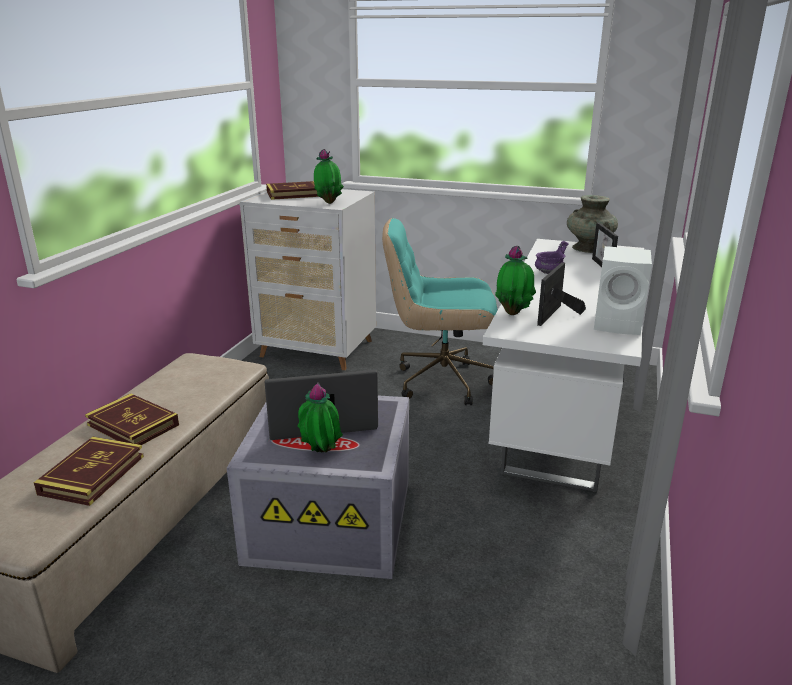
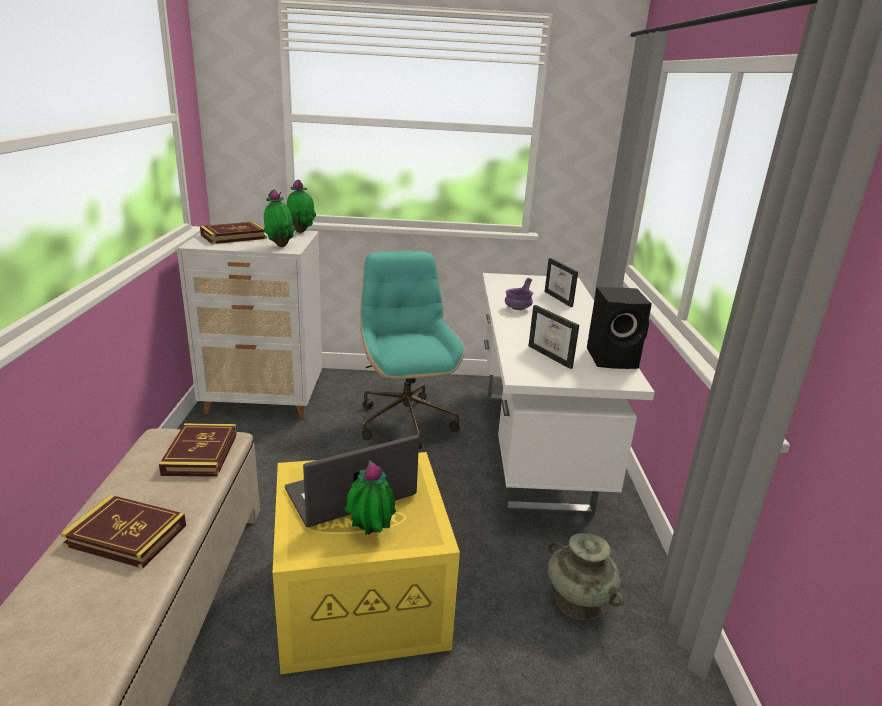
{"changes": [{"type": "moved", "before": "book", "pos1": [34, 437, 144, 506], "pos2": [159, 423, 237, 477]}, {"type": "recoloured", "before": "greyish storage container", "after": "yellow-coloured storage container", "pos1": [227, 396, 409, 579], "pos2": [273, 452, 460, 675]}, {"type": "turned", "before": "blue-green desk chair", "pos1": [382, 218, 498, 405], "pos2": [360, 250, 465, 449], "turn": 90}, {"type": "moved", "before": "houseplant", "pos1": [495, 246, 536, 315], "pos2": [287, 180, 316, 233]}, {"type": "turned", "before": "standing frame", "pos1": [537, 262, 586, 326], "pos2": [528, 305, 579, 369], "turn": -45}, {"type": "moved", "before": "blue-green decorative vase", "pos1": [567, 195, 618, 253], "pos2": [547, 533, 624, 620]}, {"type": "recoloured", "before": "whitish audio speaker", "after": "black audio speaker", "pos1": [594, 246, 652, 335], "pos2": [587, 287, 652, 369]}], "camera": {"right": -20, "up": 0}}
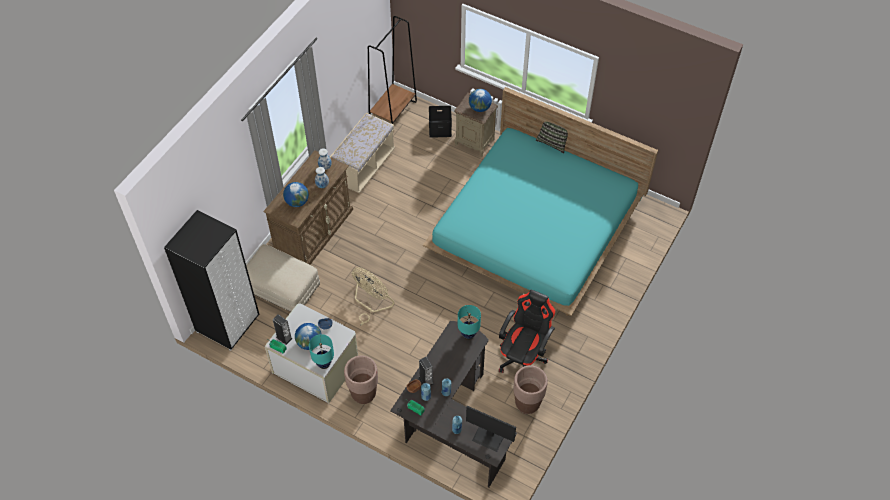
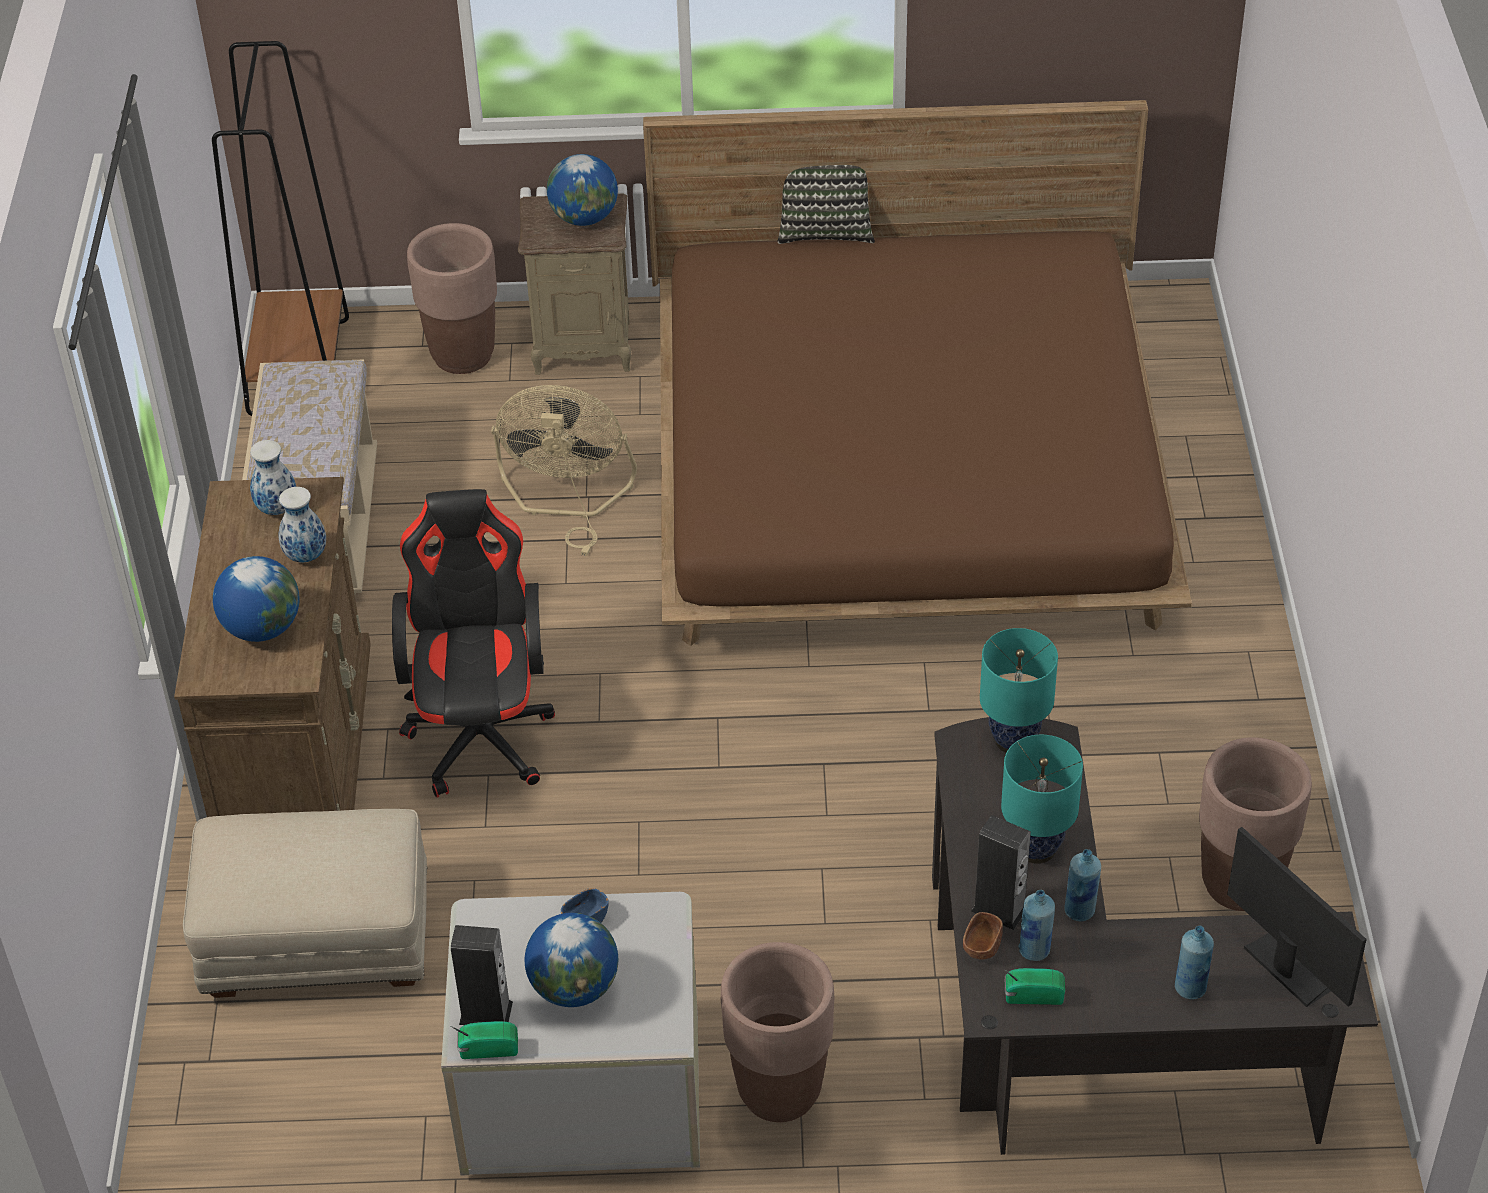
{"changes": [{"type": "removed", "before": "wardrobe", "pos1": [164, 210, 259, 351]}, {"type": "moved", "before": "blue-green tabletop lamp", "pos1": [309, 334, 334, 369], "pos2": [1001, 735, 1083, 864]}, {"type": "moved", "before": "sand-coloured electric fan", "pos1": [351, 267, 395, 325], "pos2": [491, 385, 637, 556]}, {"type": "recoloured", "before": "blue-green bed", "after": "brown-coloured bed", "pos1": [423, 87, 658, 316], "pos2": [643, 100, 1192, 646]}, {"type": "replaced", "before": "black storage container", "after": "brown-coloured planter", "pos1": [429, 106, 452, 138], "pos2": [407, 223, 497, 374]}, {"type": "turned", "before": "computer screen", "pos1": [466, 406, 516, 452], "pos2": [1227, 827, 1367, 1007], "turn": -120}, {"type": "moved", "before": "black desk chair", "pos1": [499, 290, 555, 373], "pos2": [392, 489, 555, 798]}], "camera": {"right": -30, "up": -10}}
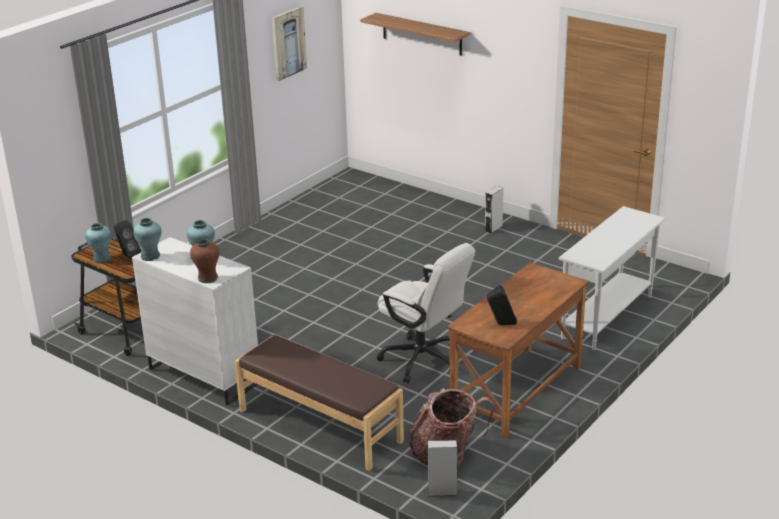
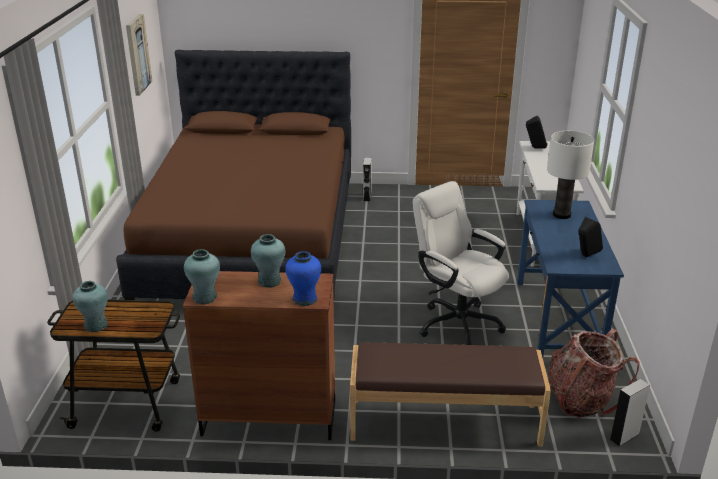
{"changes": [{"type": "moved", "before": "black audio speaker", "pos1": [114, 220, 141, 259], "pos2": [526, 115, 548, 149]}, {"type": "recoloured", "before": "whitish dresser", "after": "brown-coloured dresser", "pos1": [132, 237, 258, 406], "pos2": [183, 271, 335, 440]}, {"type": "recoloured", "before": "brown-coloured decorative vase", "after": "blue-coloured decorative vase", "pos1": [190, 239, 219, 283], "pos2": [285, 251, 321, 306]}, {"type": "removed", "before": "wall shelf", "pos1": [360, 13, 470, 56]}, {"type": "turned", "before": "whitish desk chair", "pos1": [376, 243, 475, 383], "pos2": [413, 181, 509, 345], "turn": -135}, {"type": "recoloured", "before": "brown-coloured desk table", "after": "blue-coloured desk table", "pos1": [447, 262, 589, 438], "pos2": [517, 200, 624, 358]}, {"type": "added", "after": "brown-coloured bed", "pos2": [116, 50, 351, 300]}, {"type": "added", "after": "whitish tabletop lamp", "pos2": [547, 131, 594, 219]}], "camera": {"right": -35, "up": 0}}
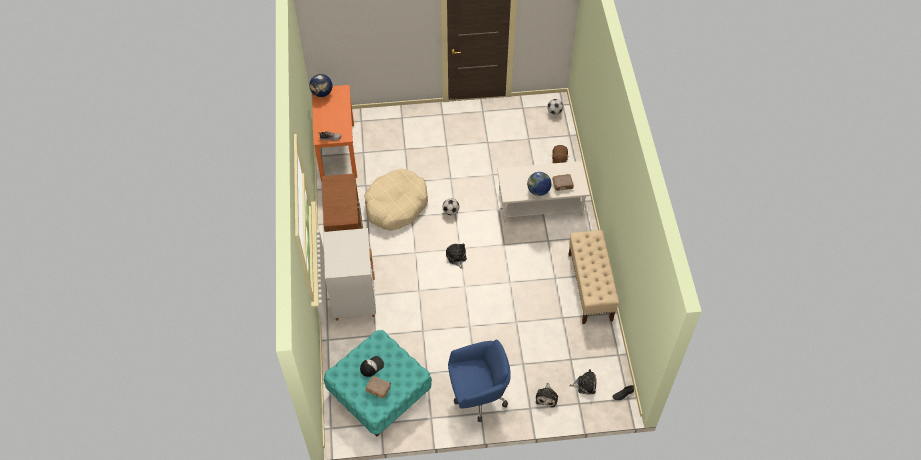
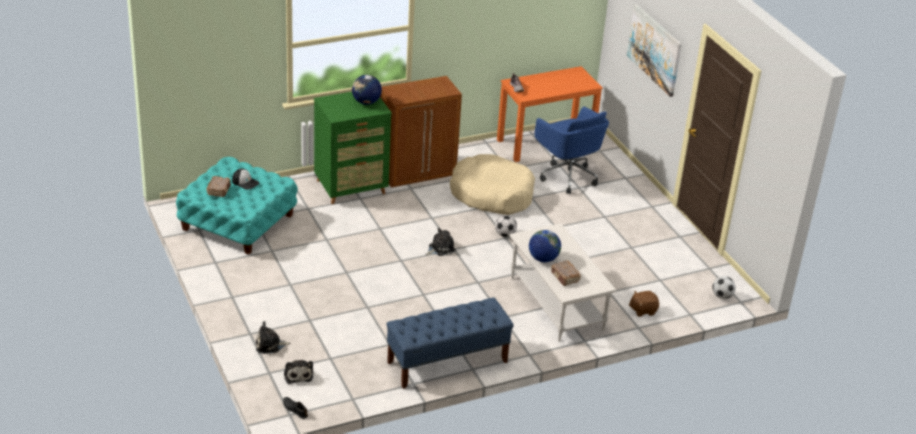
{"changes": [{"type": "moved", "before": "desk globe", "pos1": [309, 74, 332, 97], "pos2": [352, 75, 382, 105]}, {"type": "recoloured", "before": "whitish dresser", "after": "greenish dresser", "pos1": [323, 228, 376, 321], "pos2": [314, 92, 392, 204]}, {"type": "moved", "before": "blue-coloured desk chair", "pos1": [448, 339, 511, 422], "pos2": [535, 106, 609, 194]}, {"type": "recoloured", "before": "sand-coloured bench", "after": "blue-coloured bench", "pos1": [568, 231, 619, 324], "pos2": [386, 297, 514, 389]}, {"type": "added", "after": "wall picture", "pos2": [627, 4, 682, 97]}], "camera": {"right": 70, "up": -20}}
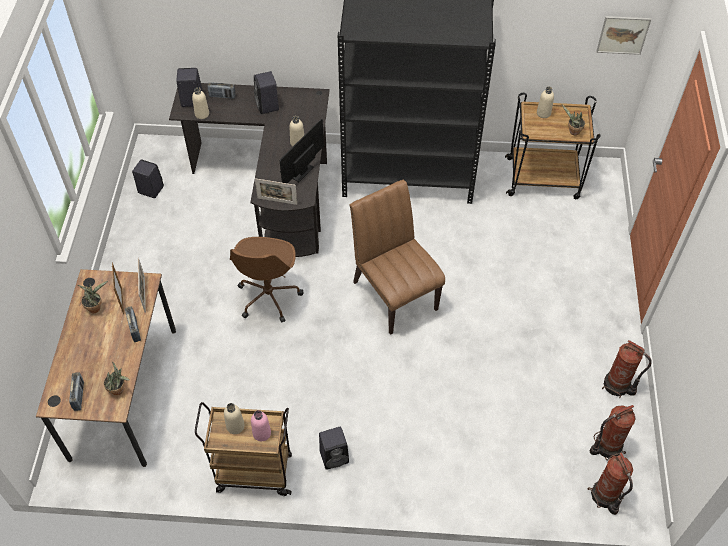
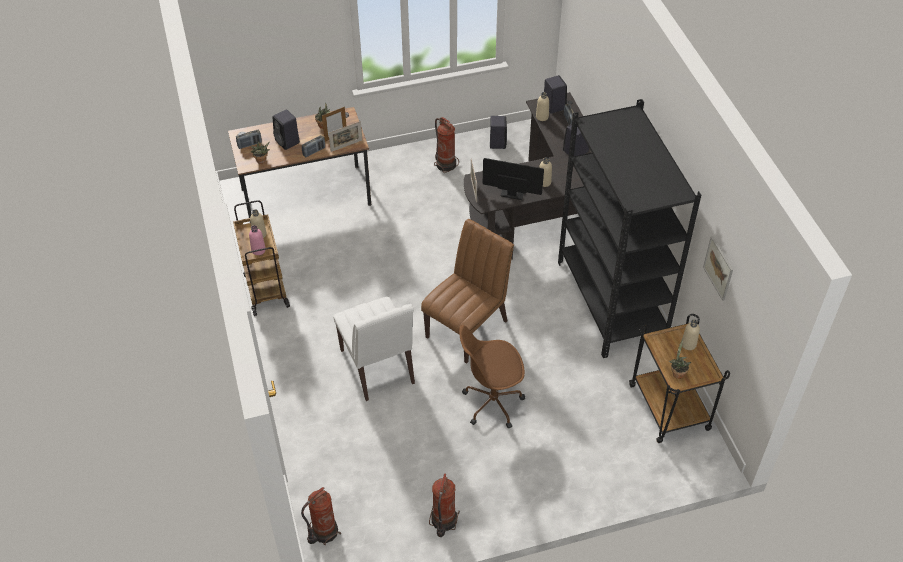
{"changes": [{"type": "moved", "before": "brown-coloured desk chair", "pos1": [230, 237, 304, 323], "pos2": [459, 325, 525, 428]}, {"type": "moved", "before": "black audio speaker", "pos1": [319, 427, 349, 470], "pos2": [272, 109, 300, 150]}, {"type": "moved", "before": "extinguisher", "pos1": [590, 405, 636, 461], "pos2": [434, 117, 459, 173]}, {"type": "moved", "before": "wall picture", "pos1": [596, 16, 651, 55], "pos2": [703, 236, 733, 301]}, {"type": "added", "after": "whitish plain chair", "pos2": [333, 297, 415, 401]}], "camera": {"right": 70, "up": -5}}
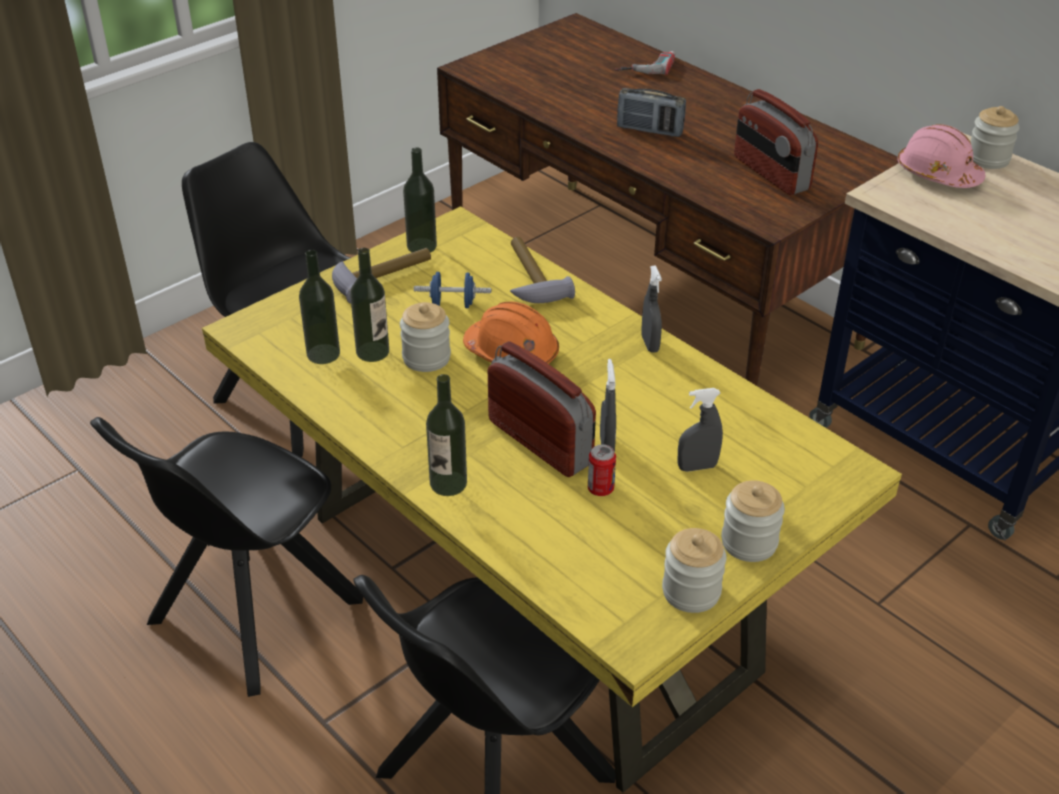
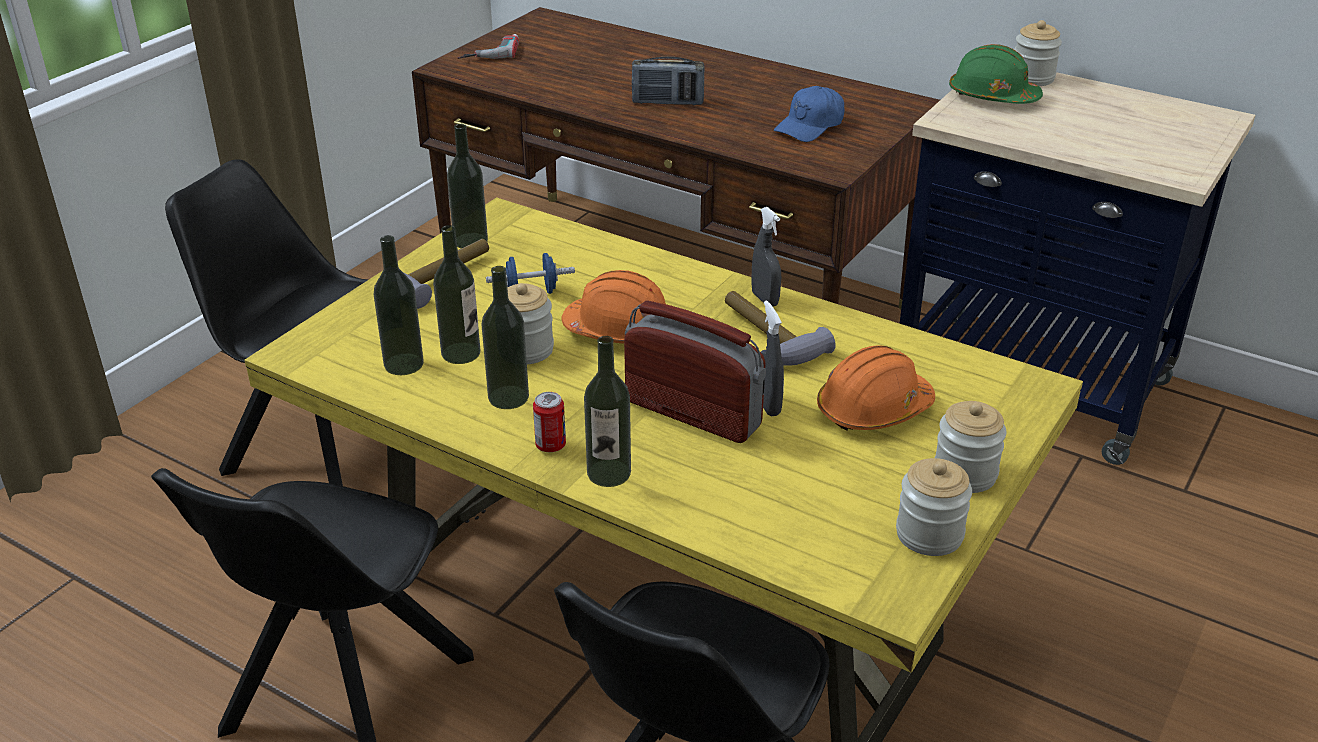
{"changes": [{"type": "moved", "before": "hand hammer", "pos1": [510, 237, 575, 303], "pos2": [725, 291, 836, 366]}, {"type": "moved", "before": "metal can", "pos1": [588, 444, 616, 496], "pos2": [533, 392, 566, 452]}, {"type": "moved", "before": "drill", "pos1": [615, 51, 675, 75], "pos2": [457, 34, 519, 59]}, {"type": "replaced", "before": "greyish spray bottle", "after": "orangey hard hat", "pos1": [678, 388, 723, 472], "pos2": [817, 345, 935, 431]}, {"type": "replaced", "before": "radio", "after": "blue-coloured cap", "pos1": [734, 89, 818, 195], "pos2": [774, 86, 844, 142]}, {"type": "recoloured", "before": "pink-coloured hard hat", "after": "greenish hard hat", "pos1": [897, 124, 985, 188], "pos2": [949, 44, 1043, 104]}, {"type": "added", "after": "drink bottle", "pos2": [482, 266, 529, 409]}], "camera": {"right": -15, "up": -5}}
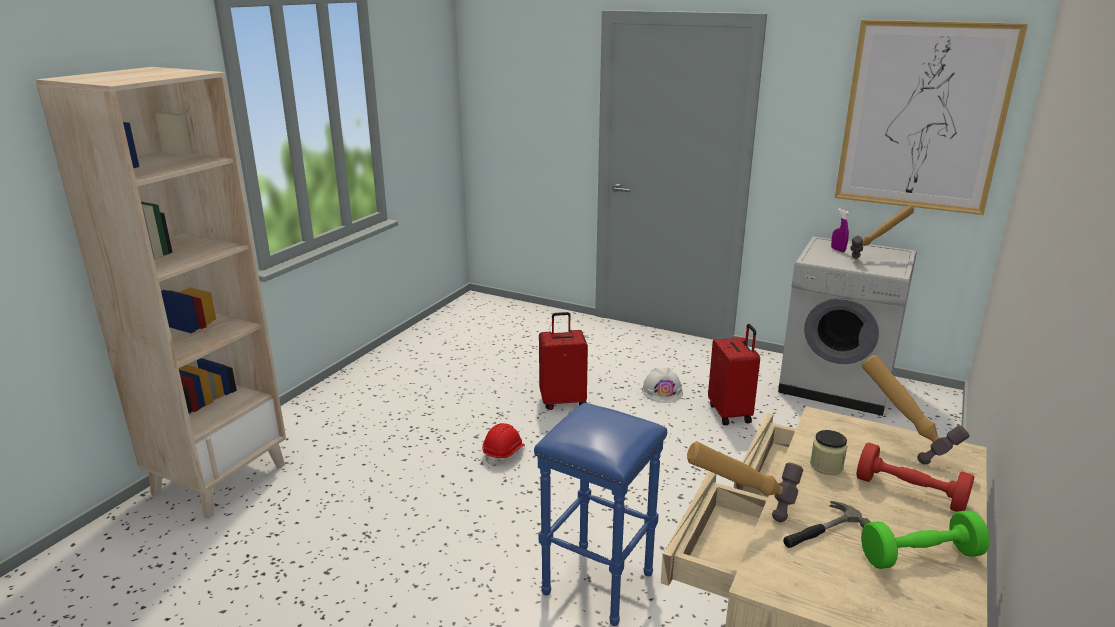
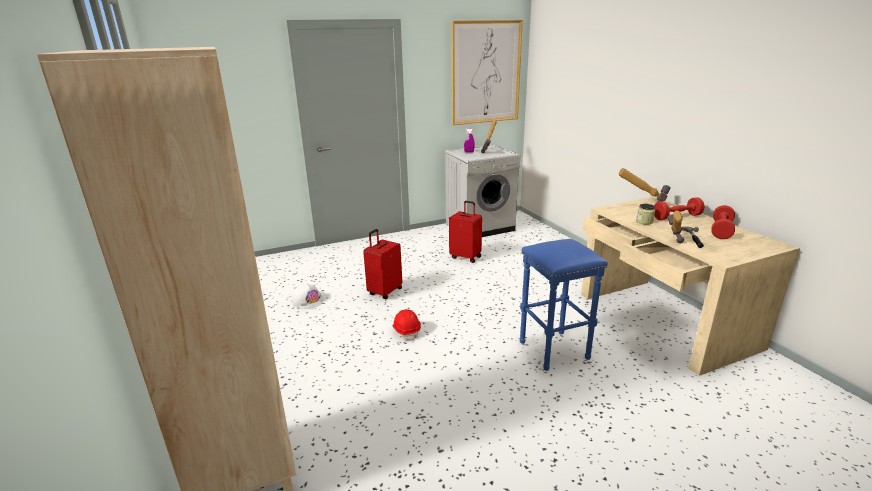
{"changes": [{"type": "moved", "before": "whitish hard hat", "pos1": [642, 367, 683, 403], "pos2": [292, 282, 324, 309]}, {"type": "recoloured", "before": "greenish hand weight", "after": "reddish hand weight", "pos1": [861, 510, 990, 569], "pos2": [712, 205, 735, 239]}], "camera": {"right": -50, "up": 0}}
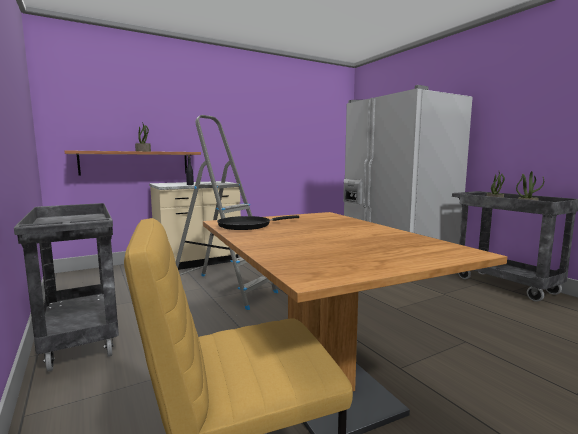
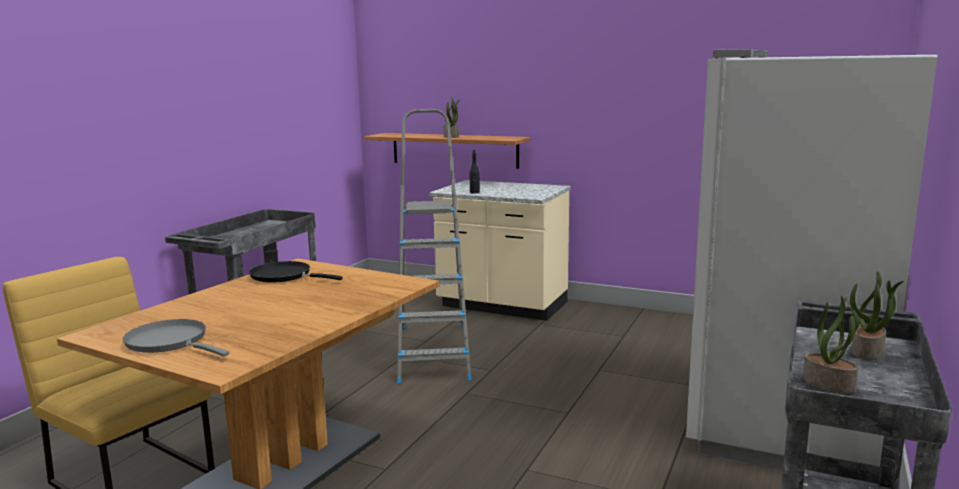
{"changes": [{"type": "added", "after": "greyish skillet", "pos2": [123, 319, 229, 357]}], "camera": {"right": 55, "up": 5}}
